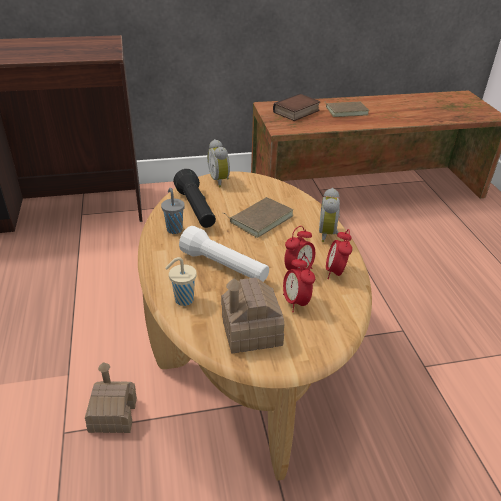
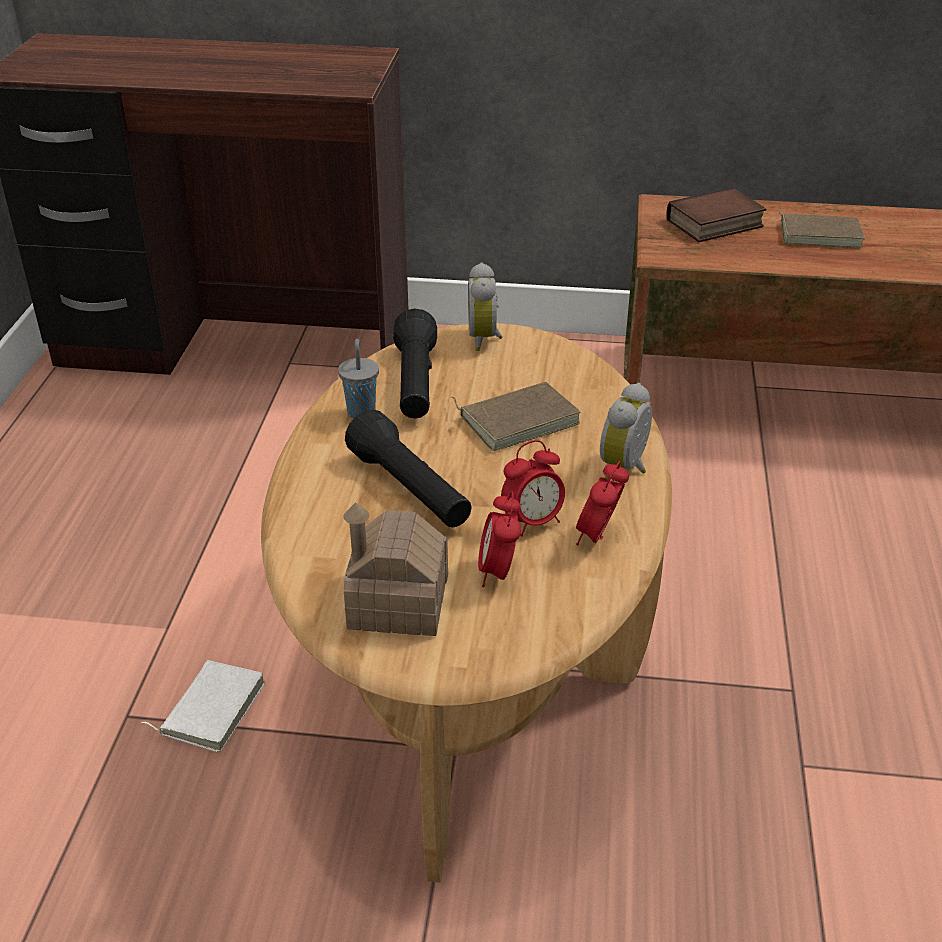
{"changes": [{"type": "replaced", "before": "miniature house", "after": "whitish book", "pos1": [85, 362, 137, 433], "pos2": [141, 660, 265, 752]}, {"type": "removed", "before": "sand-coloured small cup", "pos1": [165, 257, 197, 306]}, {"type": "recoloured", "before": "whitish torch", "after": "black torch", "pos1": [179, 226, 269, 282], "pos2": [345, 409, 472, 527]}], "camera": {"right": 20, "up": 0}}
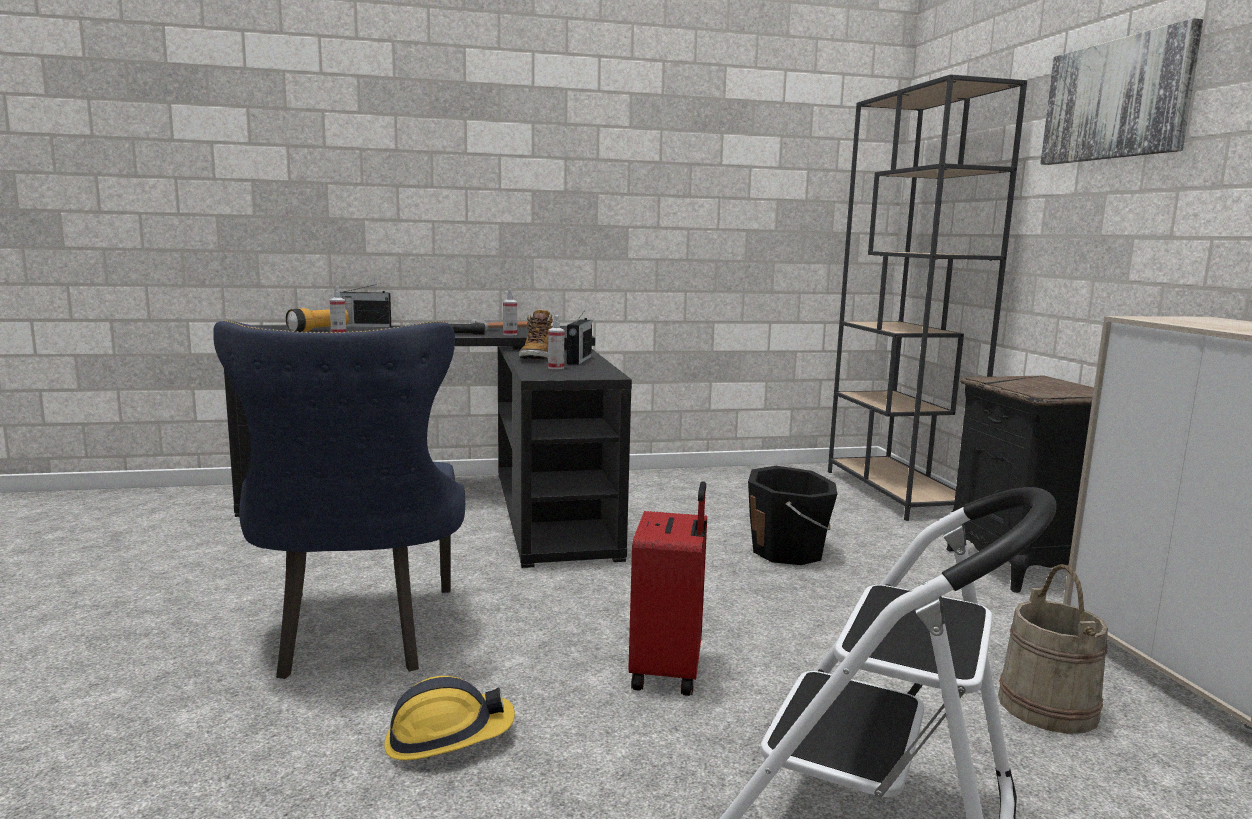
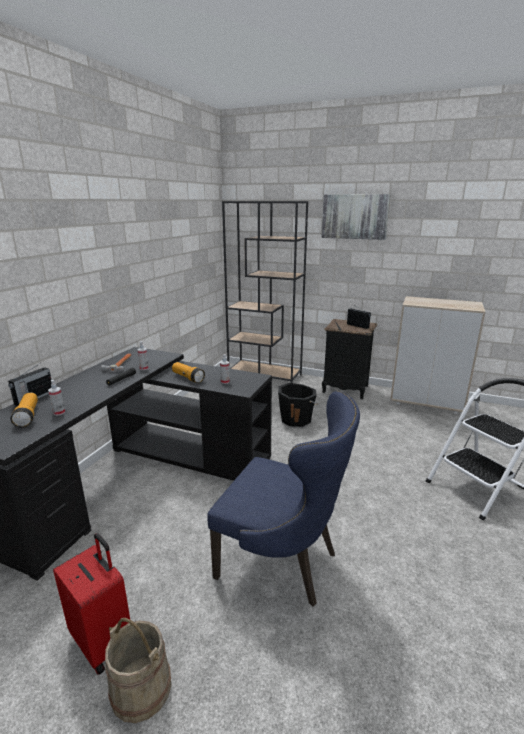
{"changes": [{"type": "removed", "before": "hard hat", "pos1": [384, 676, 515, 760]}, {"type": "replaced", "before": "high-top boot", "after": "torch", "pos1": [519, 309, 553, 359], "pos2": [172, 362, 205, 383]}, {"type": "moved", "before": "radio", "pos1": [567, 309, 592, 365], "pos2": [347, 306, 371, 329]}, {"type": "moved", "before": "reddish suitcase", "pos1": [628, 481, 707, 696], "pos2": [53, 533, 130, 675]}, {"type": "moved", "before": "sand-coloured bucket", "pos1": [998, 564, 1108, 734], "pos2": [105, 618, 172, 723]}], "camera": {"right": -55, "up": 10}}
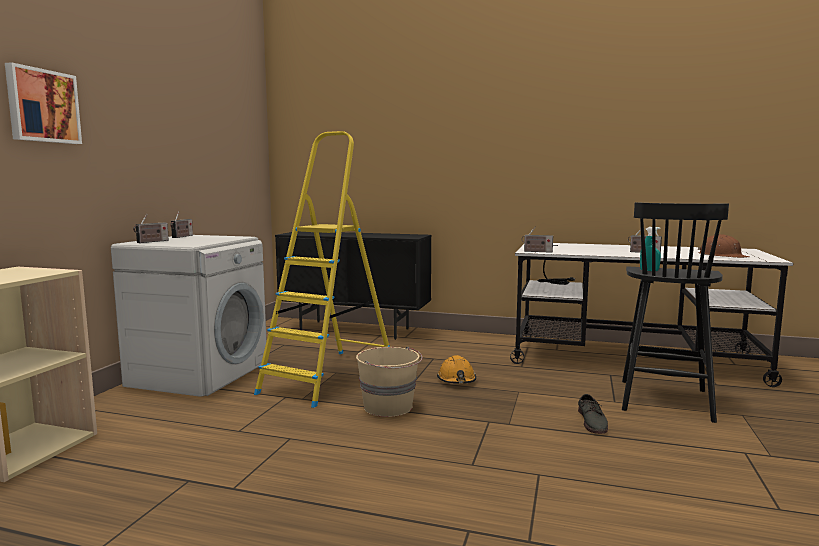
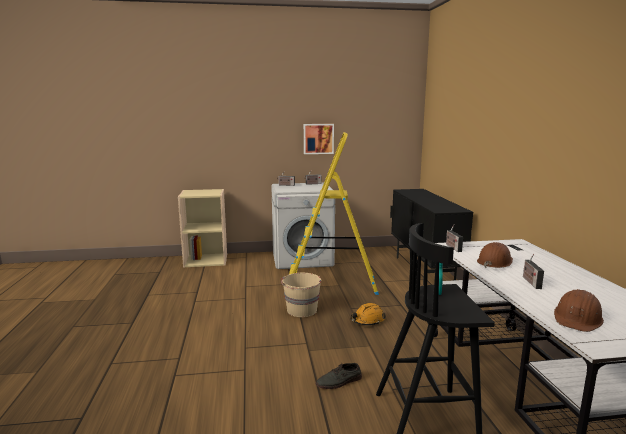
{"changes": [{"type": "moved", "before": "wall picture", "pos1": [5, 62, 82, 144], "pos2": [304, 124, 334, 154]}, {"type": "added", "after": "brown-coloured hard hat", "pos2": [477, 242, 513, 268]}], "camera": {"right": 65, "up": 5}}
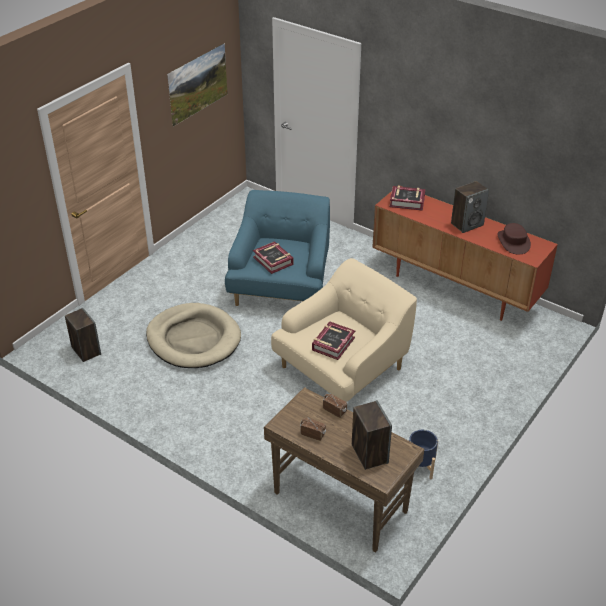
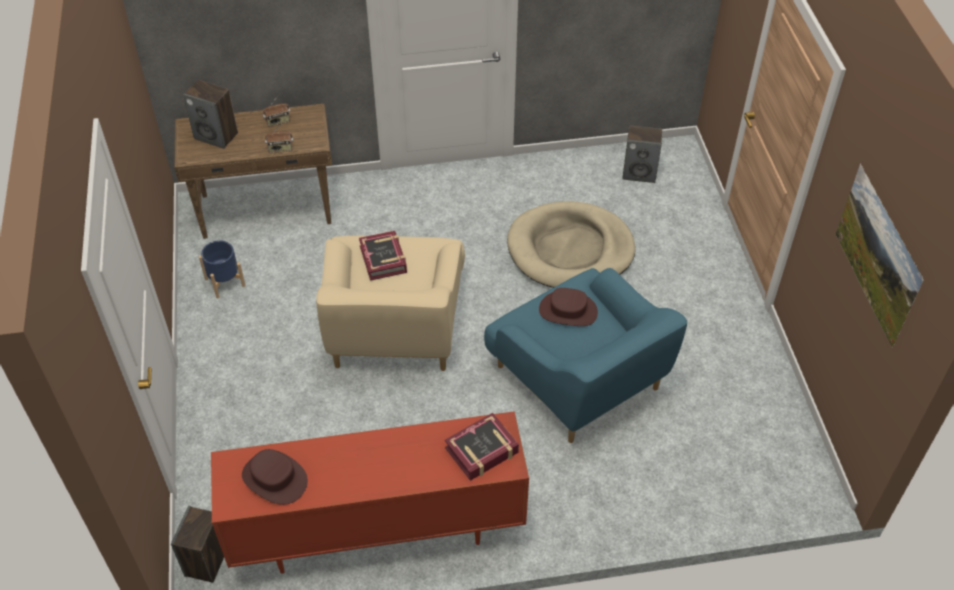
{"changes": [{"type": "replaced", "before": "book", "after": "brown-coloured wearable hat", "pos1": [253, 241, 294, 274], "pos2": [539, 288, 598, 326]}, {"type": "moved", "before": "audio speaker", "pos1": [451, 181, 489, 233], "pos2": [171, 506, 224, 583]}], "camera": {"right": 135, "up": 10}}
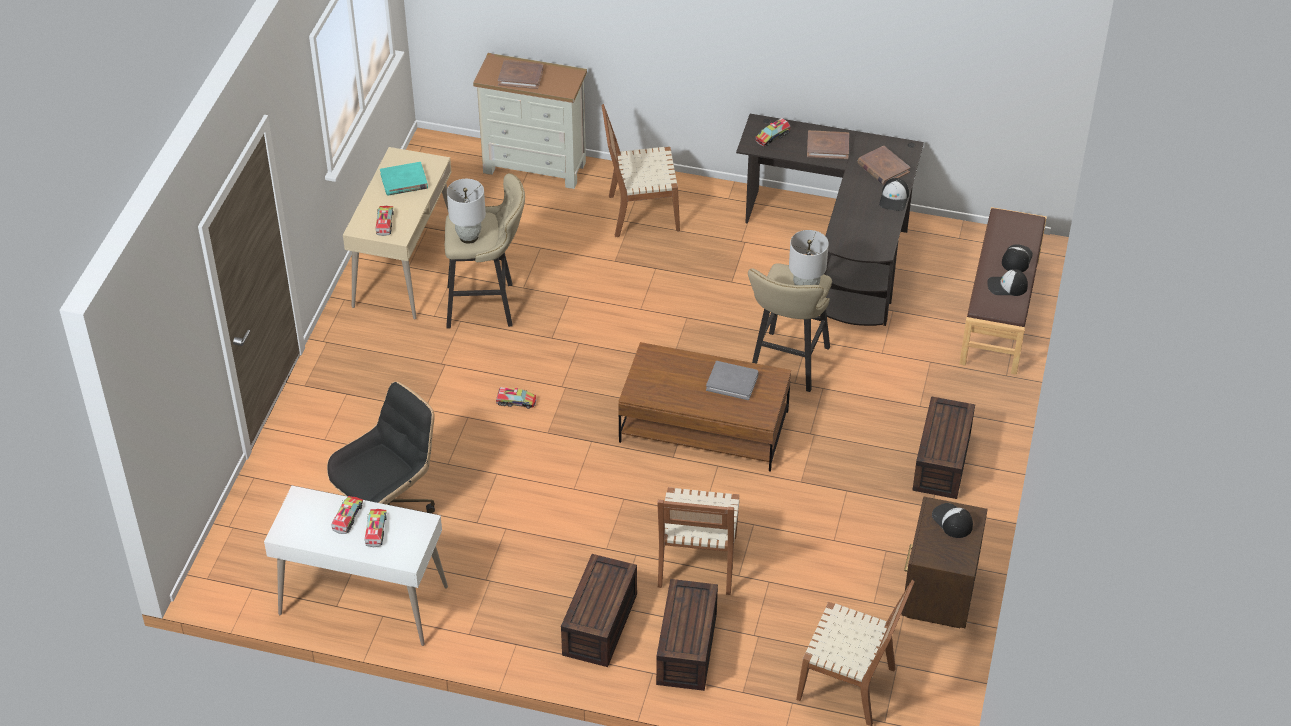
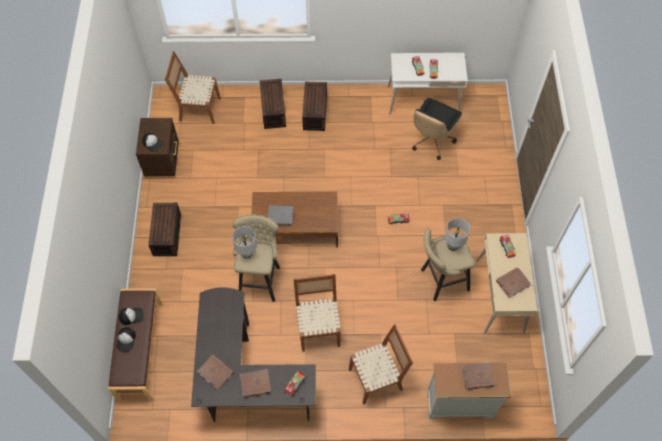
{"changes": [{"type": "recoloured", "before": "blue-green book", "after": "brown-coloured book", "pos1": [380, 162, 428, 196], "pos2": [496, 268, 531, 298]}, {"type": "moved", "before": "plain chair", "pos1": [657, 487, 740, 595], "pos2": [293, 274, 341, 352]}, {"type": "removed", "before": "cap", "pos1": [879, 178, 909, 211]}], "camera": {"right": 165, "up": 15}}
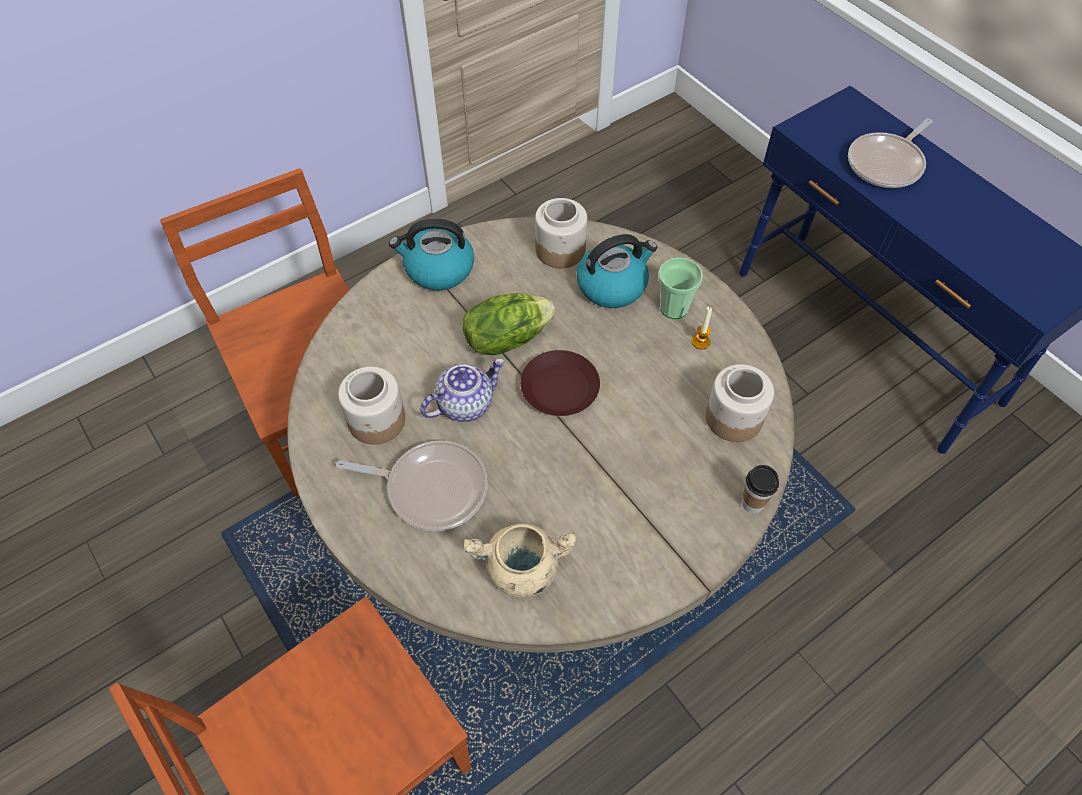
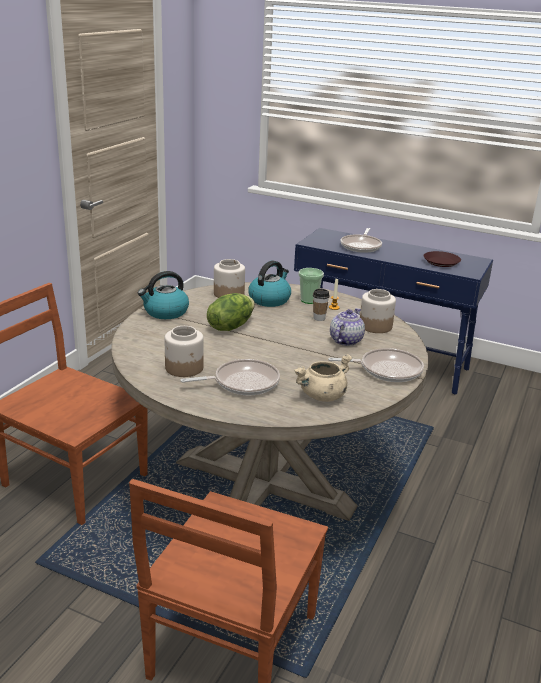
{"changes": [{"type": "moved", "before": "teapot", "pos1": [420, 358, 505, 422], "pos2": [330, 308, 365, 346]}, {"type": "moved", "before": "brown-coloured flat dish", "pos1": [520, 350, 600, 416], "pos2": [423, 251, 461, 267]}, {"type": "moved", "before": "small cup", "pos1": [742, 465, 779, 514], "pos2": [313, 289, 330, 321]}, {"type": "added", "after": "skillet", "pos2": [328, 348, 424, 382]}], "camera": {"right": -30, "up": -30}}
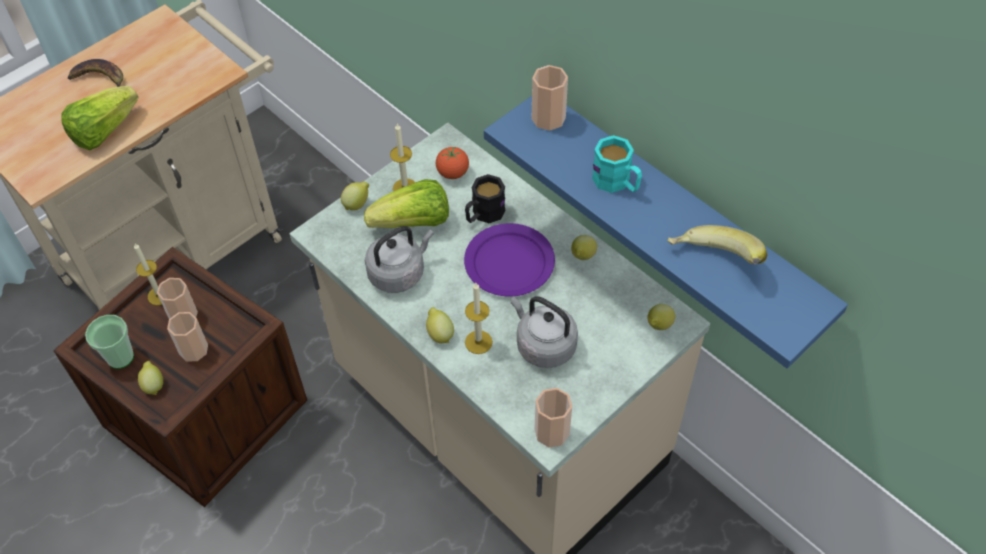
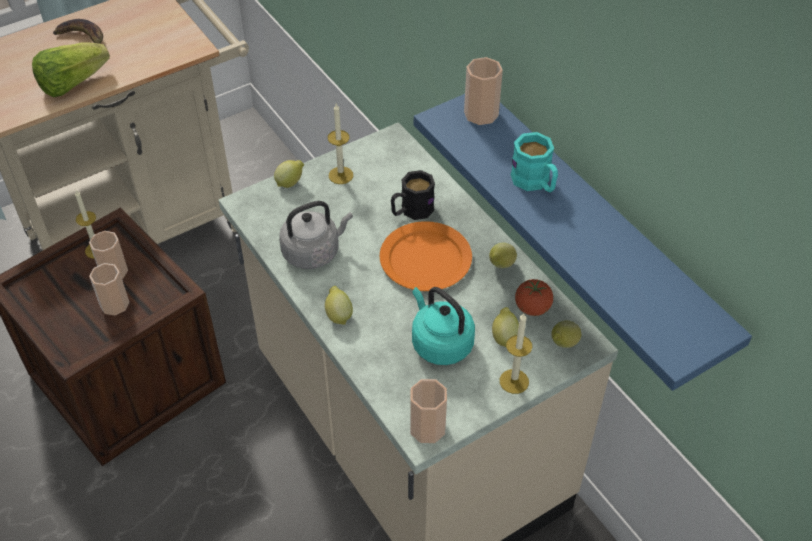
{"changes": [{"type": "removed", "before": "small cup", "pos1": [85, 315, 134, 369]}, {"type": "moved", "before": "whole lemon", "pos1": [138, 361, 163, 395], "pos2": [492, 307, 519, 347]}, {"type": "removed", "before": "head of lettuce", "pos1": [364, 179, 449, 228]}, {"type": "moved", "before": "fresh tomato", "pos1": [436, 147, 469, 179], "pos2": [515, 279, 553, 316]}, {"type": "recoloured", "before": "purple-coloured flat dish", "after": "orangey flat dish", "pos1": [464, 223, 555, 296], "pos2": [380, 221, 472, 291]}, {"type": "moved", "before": "wax candle", "pos1": [465, 283, 493, 354], "pos2": [500, 313, 532, 394]}, {"type": "recoloured", "before": "greyish tea kettle", "after": "blue-green tea kettle", "pos1": [511, 296, 578, 368], "pos2": [412, 287, 475, 365]}, {"type": "removed", "before": "whole banana", "pos1": [667, 225, 767, 265]}], "camera": {"right": 10, "up": -5}}
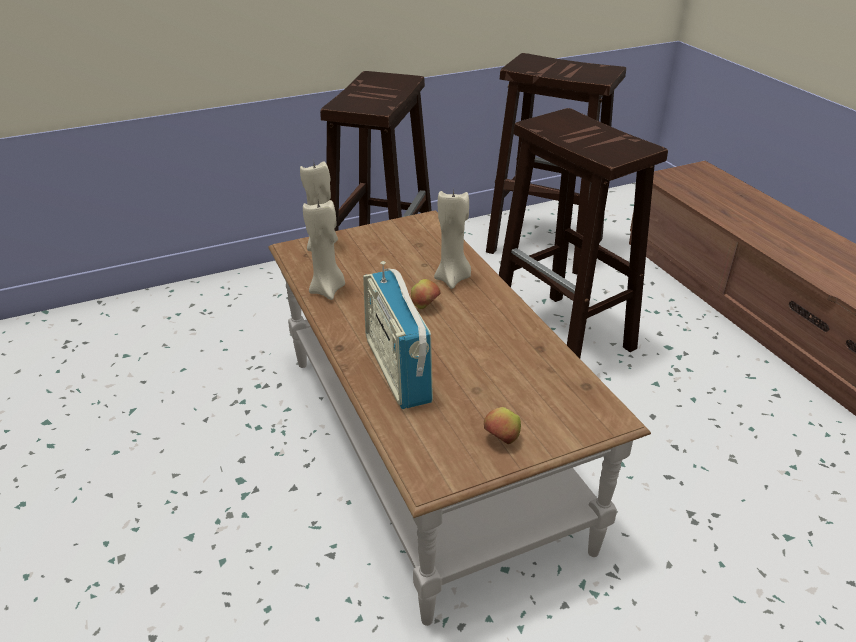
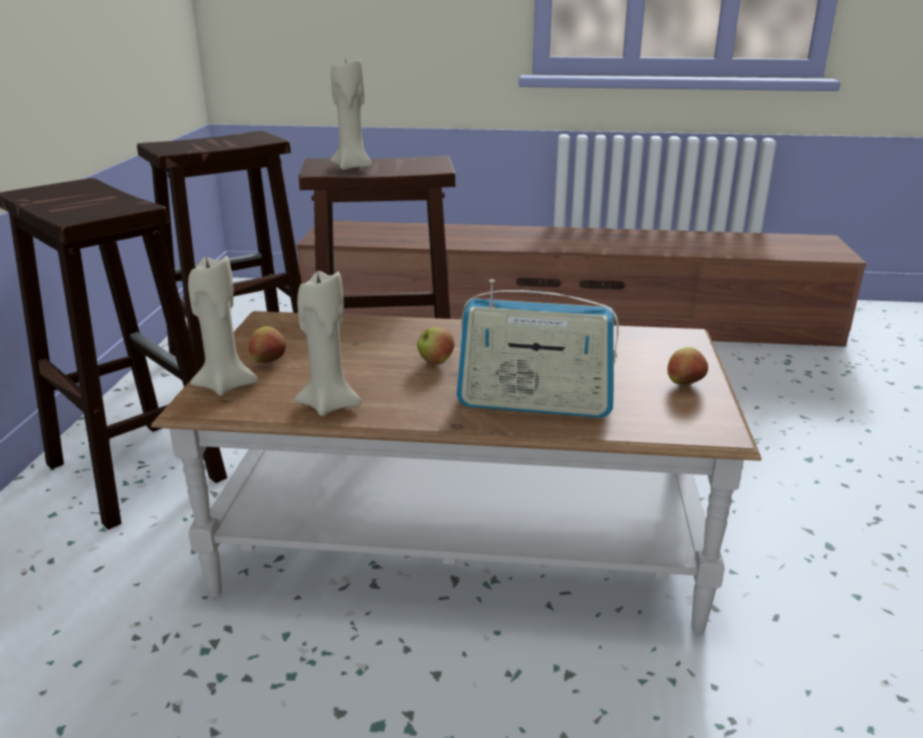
{"changes": [{"type": "moved", "before": "sand-coloured wax candle", "pos1": [434, 189, 471, 289], "pos2": [330, 60, 373, 170]}, {"type": "added", "after": "apple", "pos2": [249, 326, 286, 363]}], "camera": {"right": -60, "up": -10}}
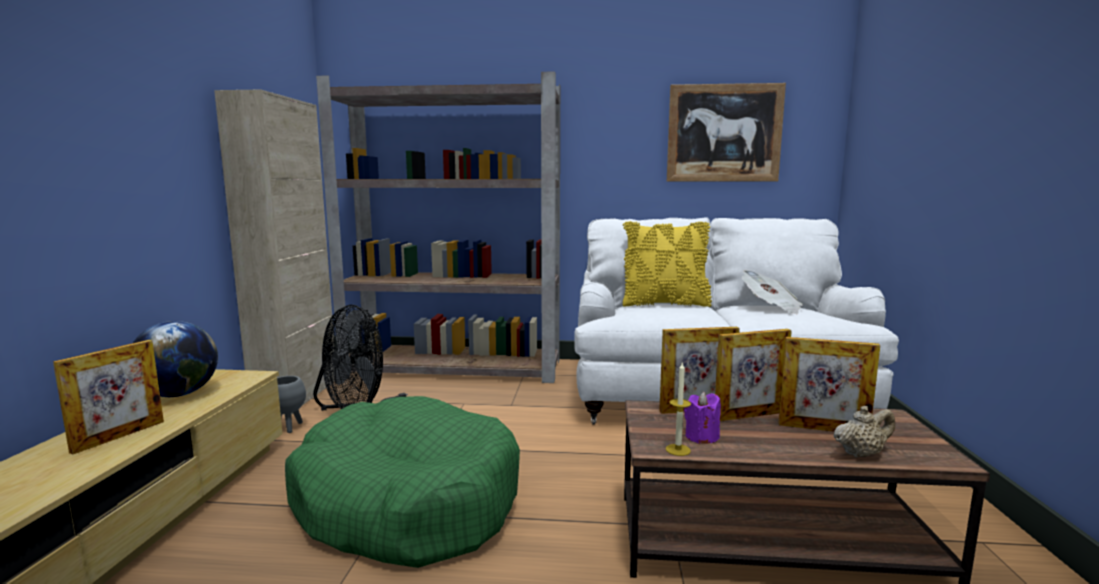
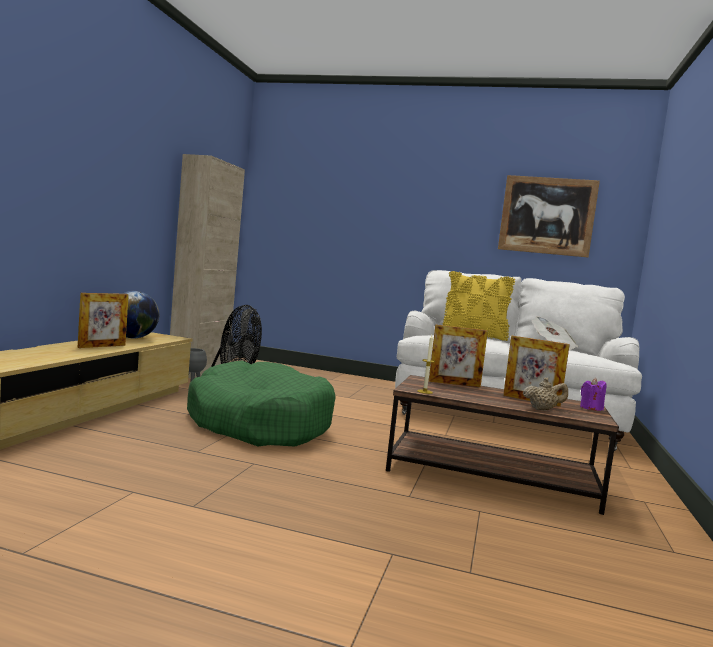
{"changes": [{"type": "removed", "before": "brown-coloured bookcase", "pos1": [316, 71, 560, 383]}, {"type": "moved", "before": "purple-coloured wax candle", "pos1": [684, 392, 721, 444], "pos2": [580, 378, 606, 411]}, {"type": "removed", "before": "standing frame", "pos1": [715, 329, 792, 421]}], "camera": {"right": 10, "up": -5}}
